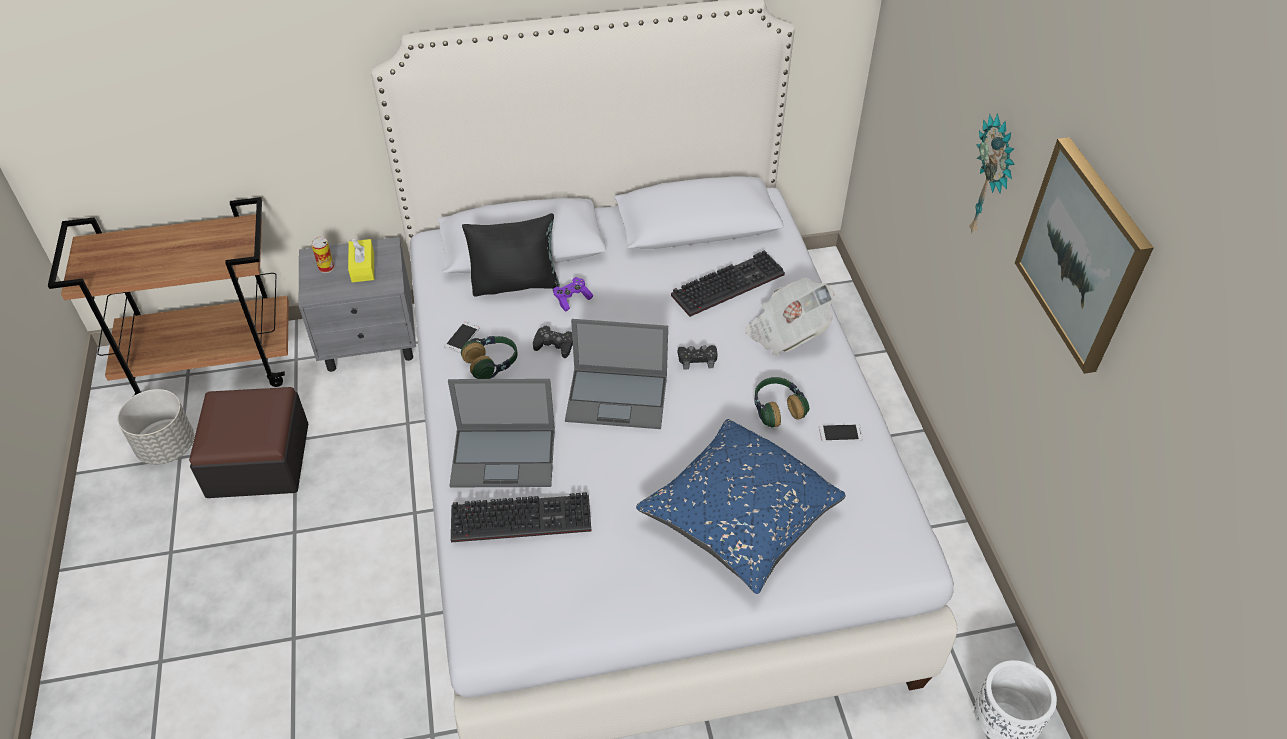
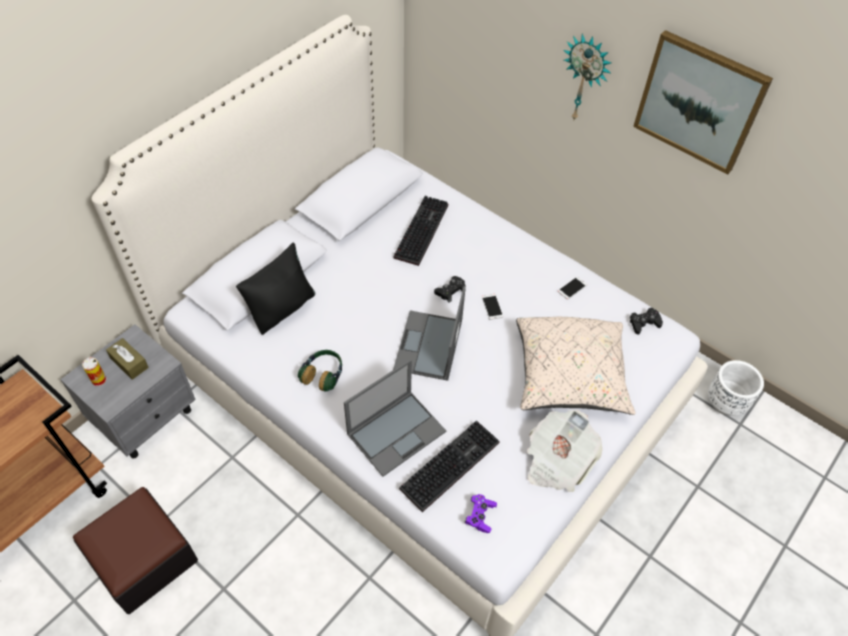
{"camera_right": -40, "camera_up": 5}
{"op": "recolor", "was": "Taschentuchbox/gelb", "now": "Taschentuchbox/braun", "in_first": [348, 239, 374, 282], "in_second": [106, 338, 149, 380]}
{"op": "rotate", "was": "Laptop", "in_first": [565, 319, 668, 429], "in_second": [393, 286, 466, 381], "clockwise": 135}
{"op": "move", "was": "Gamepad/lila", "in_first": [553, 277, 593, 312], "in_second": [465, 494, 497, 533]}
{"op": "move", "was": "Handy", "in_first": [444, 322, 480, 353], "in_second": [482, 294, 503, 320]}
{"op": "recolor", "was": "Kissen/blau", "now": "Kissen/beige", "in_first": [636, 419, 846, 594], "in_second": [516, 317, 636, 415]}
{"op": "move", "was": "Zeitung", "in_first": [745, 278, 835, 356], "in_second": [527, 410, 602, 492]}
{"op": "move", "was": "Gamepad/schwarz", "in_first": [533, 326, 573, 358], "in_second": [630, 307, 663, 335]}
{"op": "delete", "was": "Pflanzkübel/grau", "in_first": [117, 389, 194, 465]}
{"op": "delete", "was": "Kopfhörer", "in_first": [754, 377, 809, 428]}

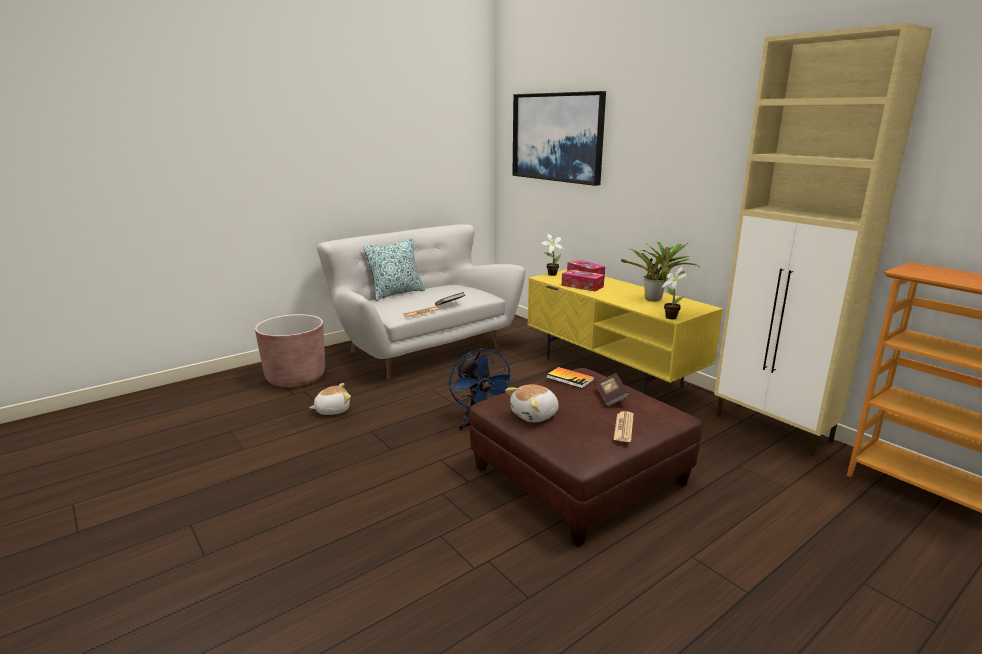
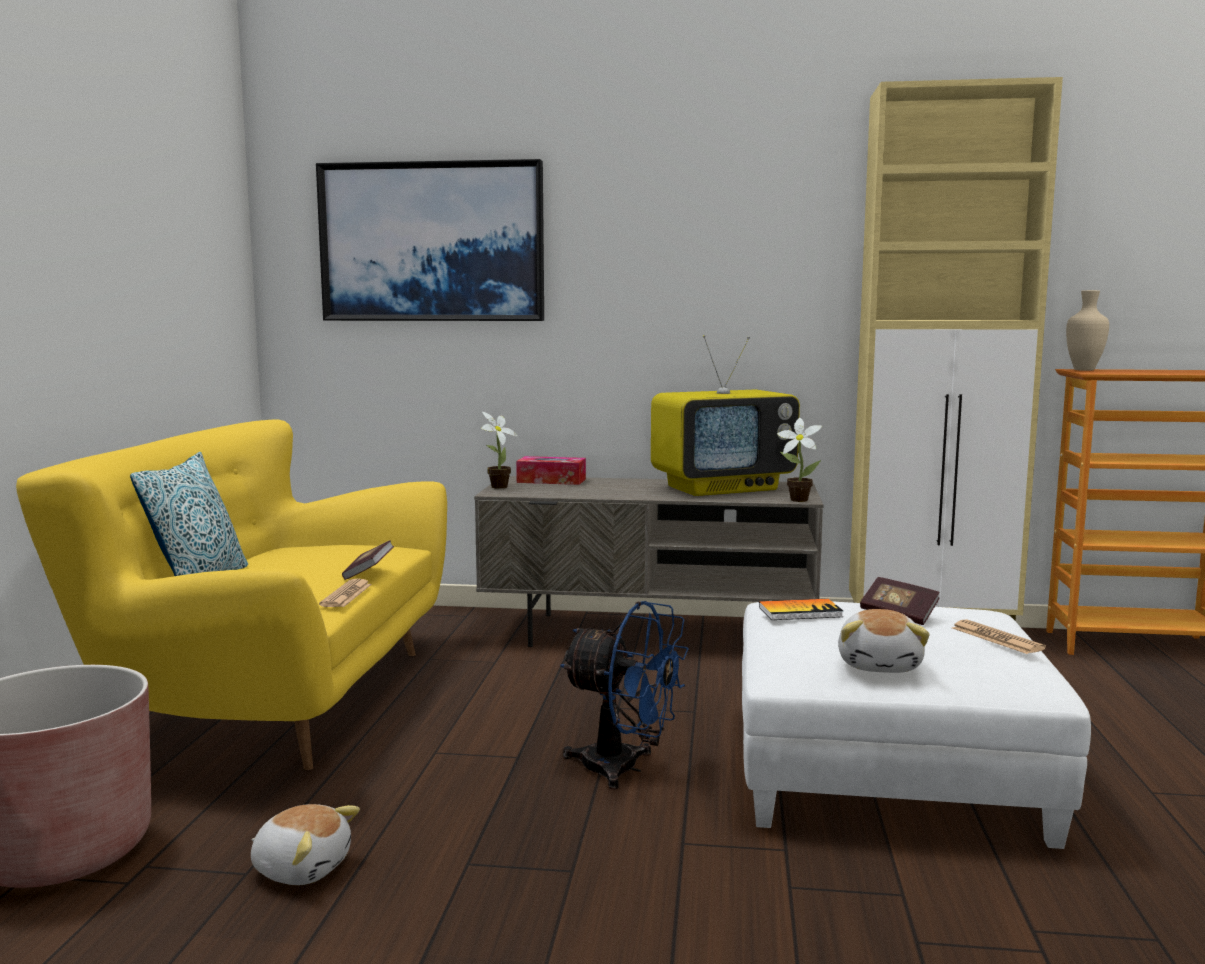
{"camera_right": -45, "camera_up": -10}
{"op": "recolor", "was": "Sofa/weiß", "now": "Sofa/gelb", "in_first": [317, 224, 525, 380], "in_second": [16, 419, 447, 770]}
{"op": "rotate", "was": "Plüschtier", "in_first": [309, 383, 351, 415], "in_second": [251, 804, 360, 885], "clockwise": 90}
{"op": "recolor", "was": "Fernsehschrank/gelb", "now": "Fernsehschrank/grau", "in_first": [528, 270, 723, 394], "in_second": [474, 476, 823, 647]}
{"op": "replace", "was": "Topfpflanze", "now": "Fernseher", "in_first": [621, 242, 700, 301], "in_second": [651, 335, 800, 496]}
{"op": "recolor", "was": "Polsterhocker/braun", "now": "Polsterhocker/weiß", "in_first": [469, 368, 702, 547], "in_second": [742, 602, 1091, 849]}
{"op": "insert", "now": "Vase/beige", "in_second": [1066, 290, 1109, 371]}
{"op": "delete", "was": "Taschentuchbox", "in_first": [562, 269, 604, 292]}

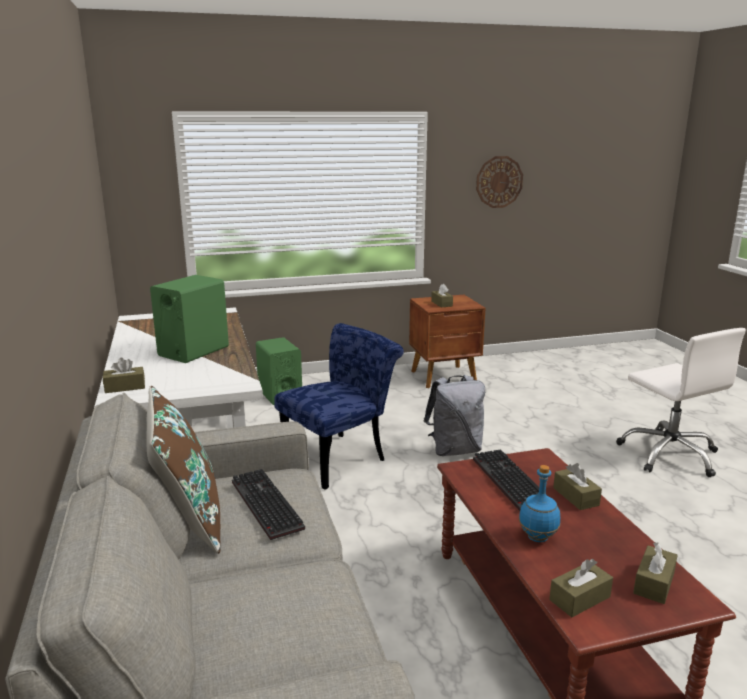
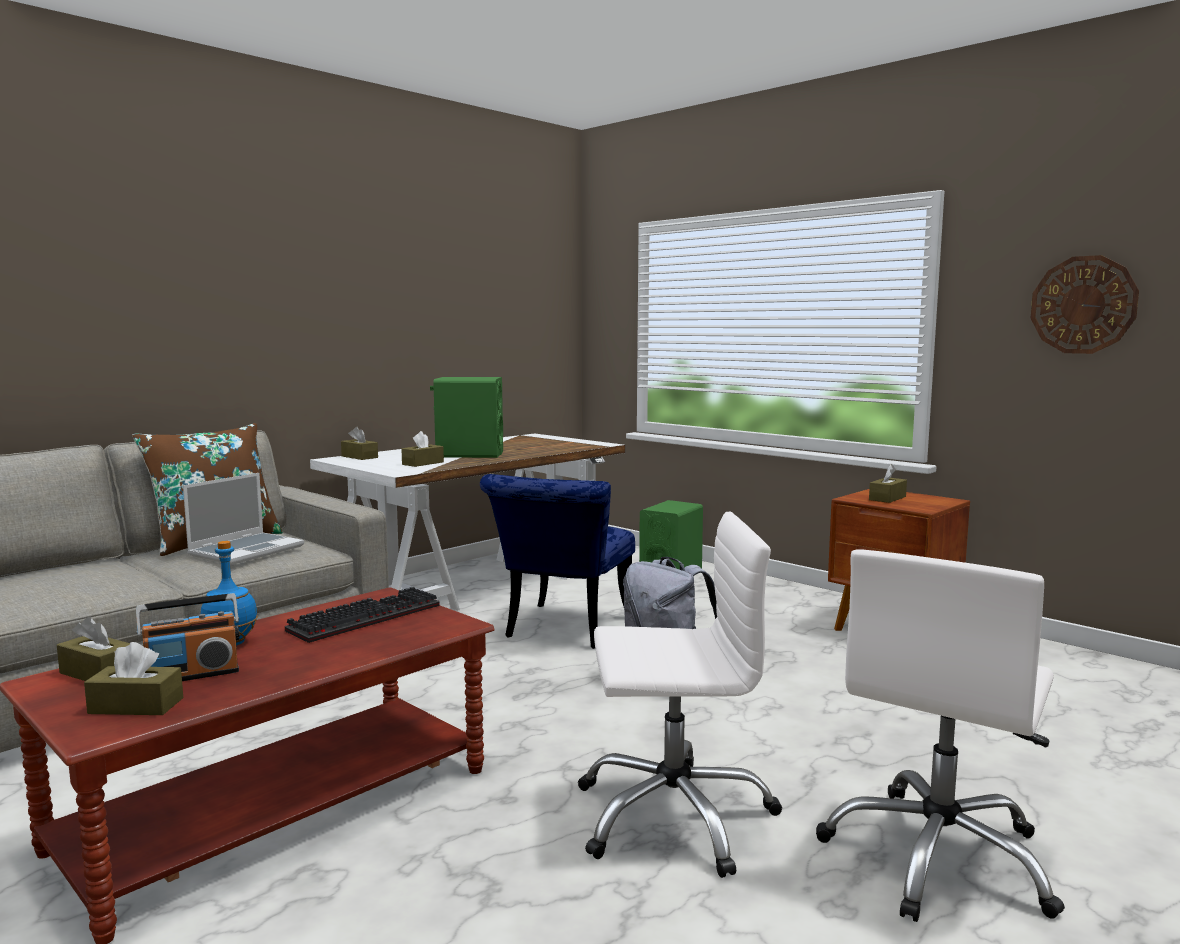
{"camera_right": 60, "camera_up": -10}
{"op": "insert", "now": "Radio", "in_second": [136, 593, 239, 681]}
{"op": "replace", "was": "Tastatur", "now": "Laptop", "in_first": [232, 469, 305, 540], "in_second": [183, 473, 304, 565]}
{"op": "move", "was": "Taschentuchbox/braun", "in_first": [553, 463, 602, 510], "in_second": [401, 431, 444, 467]}
{"op": "rotate", "was": "Stuhl/blau", "in_first": [274, 323, 404, 490], "in_second": [480, 474, 635, 649], "clockwise": 90}
{"op": "insert", "now": "Bürostuhl/weiß", "in_second": [578, 512, 782, 878]}

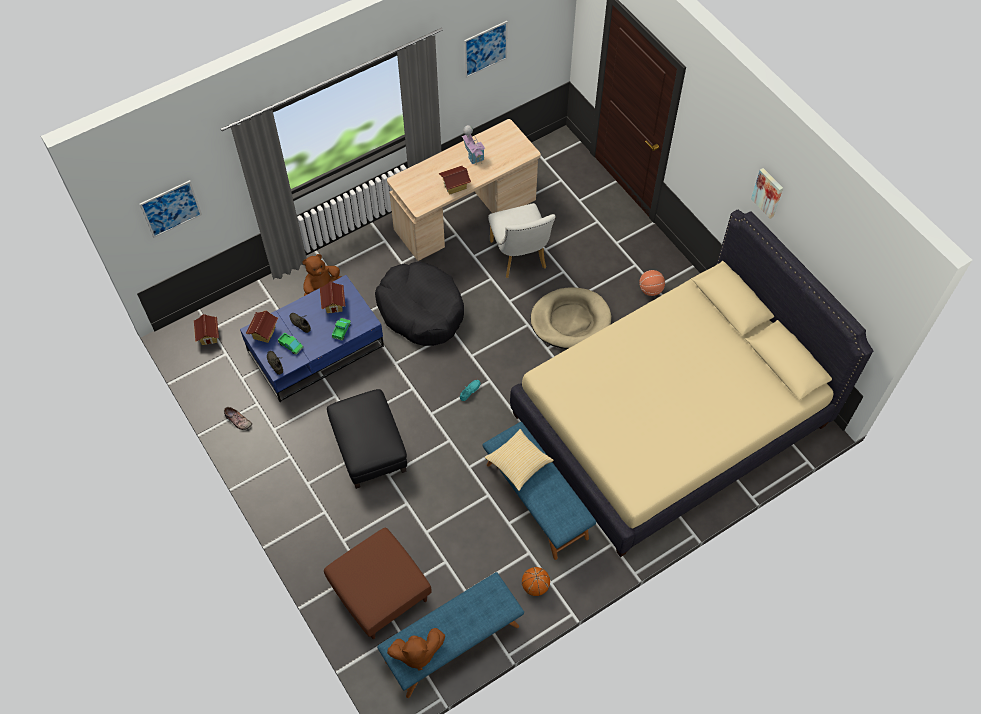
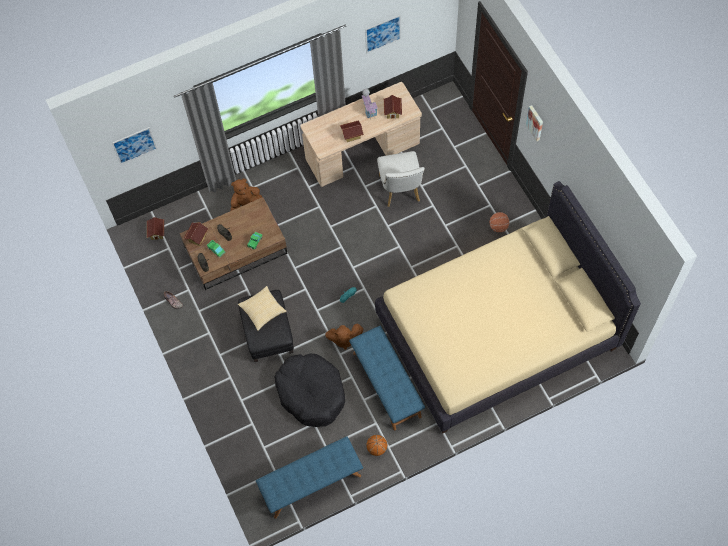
{"camera_right": 10, "camera_up": 5}
{"op": "recolor", "was": "Couchtisch/blau", "now": "Couchtisch/braun", "in_first": [240, 275, 384, 402], "in_second": [180, 197, 288, 290]}
{"op": "move", "was": "Kissen", "in_first": [485, 429, 554, 491], "in_second": [238, 286, 287, 331]}
{"op": "move", "was": "Hundebett/schwarz", "in_first": [375, 262, 464, 346], "in_second": [275, 354, 345, 427]}
{"op": "move", "was": "Plüschtier/braun", "in_first": [387, 628, 445, 671], "in_second": [325, 324, 363, 350]}
{"op": "move", "was": "Spielzeughaus", "in_first": [320, 282, 345, 313], "in_second": [384, 95, 402, 119]}
{"op": "move", "was": "Bild", "in_first": [751, 168, 783, 219], "in_second": [526, 105, 543, 141]}
{"op": "delete", "was": "Polsterhocker/braun", "in_first": [324, 528, 432, 639]}
{"op": "delete", "was": "Hundebett/beige", "in_first": [531, 287, 611, 349]}

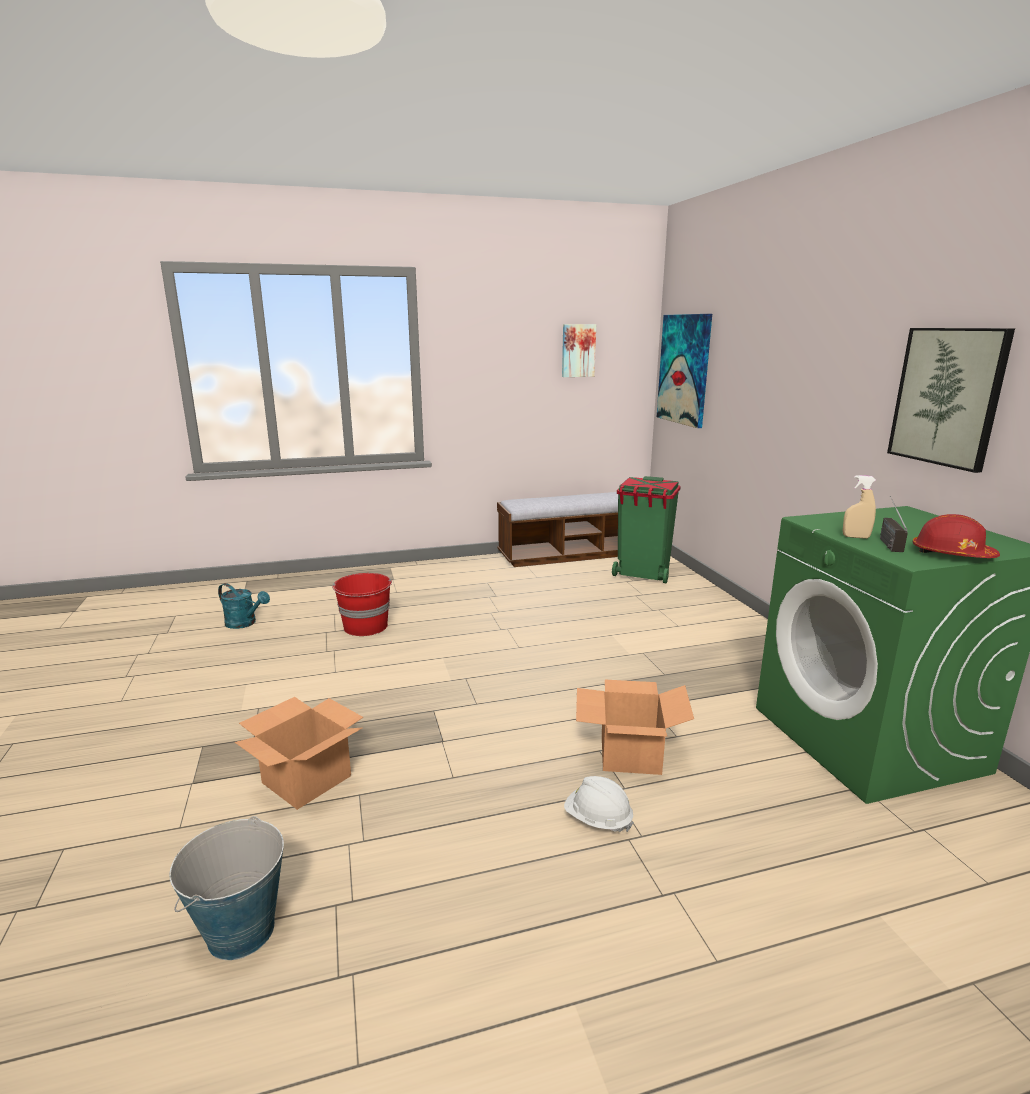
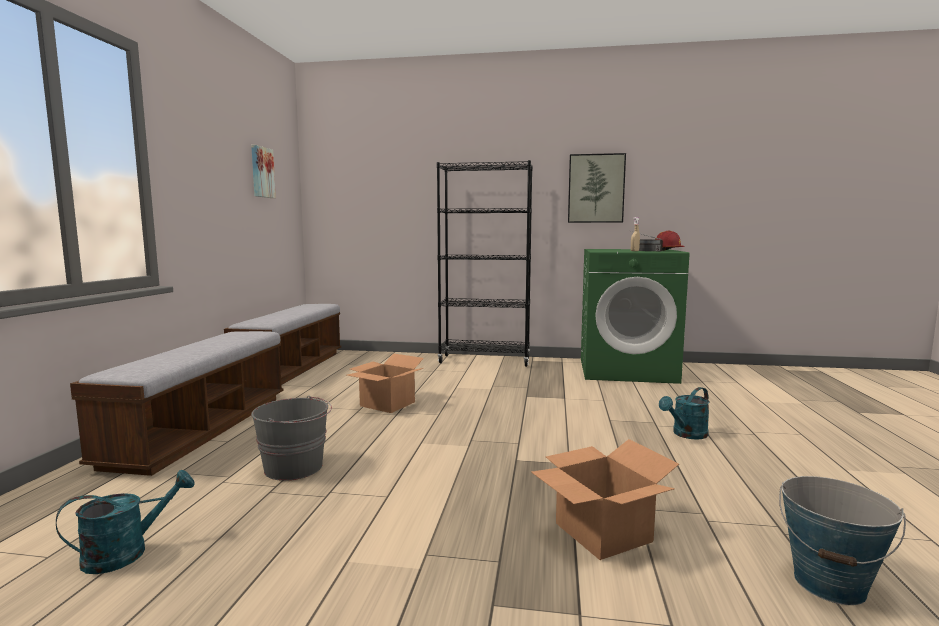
{"camera_right": -65, "camera_up": -10}
{"op": "insert", "now": "Bank", "in_second": [70, 331, 284, 476]}
{"op": "recolor", "was": "Eimer/rot", "now": "Eimer/grau", "in_first": [332, 573, 392, 636], "in_second": [251, 396, 332, 481]}
{"op": "move", "was": "Karton", "in_first": [576, 680, 694, 775], "in_second": [347, 353, 424, 413]}
{"op": "insert", "now": "Bücherregal/schwarz", "in_second": [437, 160, 533, 367]}
{"op": "replace", "was": "Schutzhelm/weiß", "now": "Gießkanne/türkis", "in_first": [564, 776, 634, 832], "in_second": [659, 387, 709, 440]}
{"op": "delete", "was": "Mülleimer/grün", "in_first": [612, 476, 681, 583]}
{"op": "delete", "was": "Bild", "in_first": [657, 314, 712, 428]}

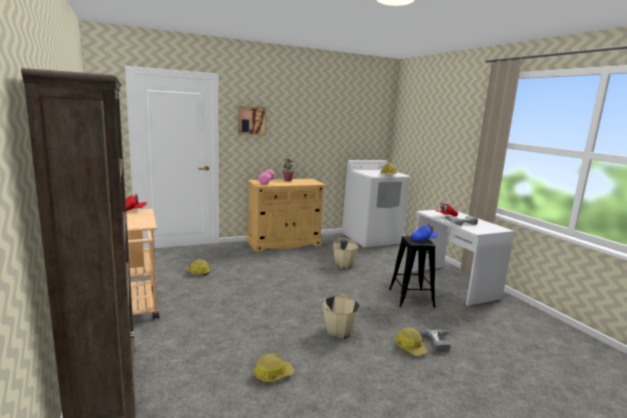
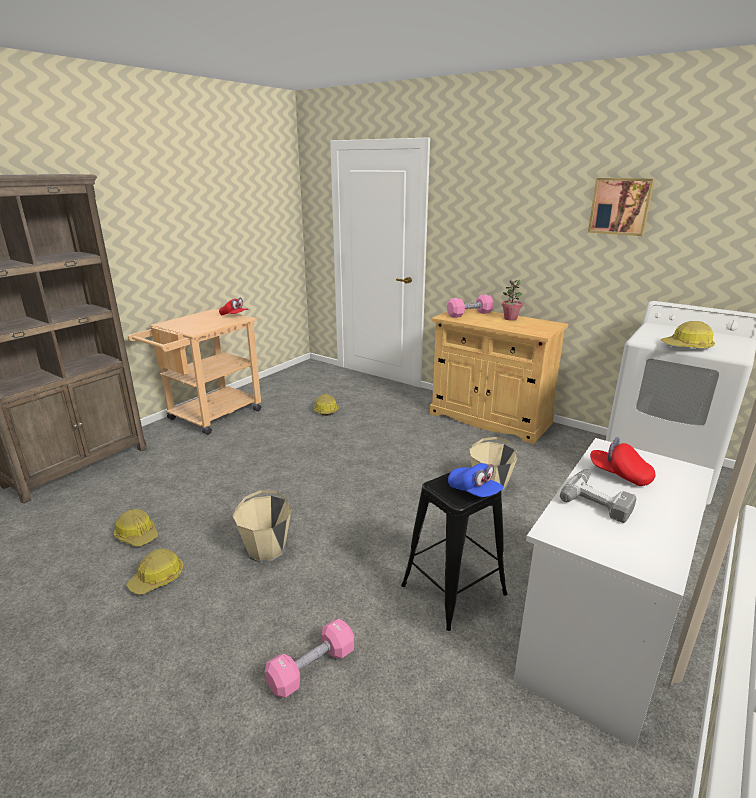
{"camera_right": 60, "camera_up": 10}
{"op": "move", "was": "Schutzhelm", "in_first": [395, 327, 427, 356], "in_second": [126, 548, 183, 595]}
{"op": "replace", "was": "Bohrmaschine", "now": "Hantel/rosa", "in_first": [420, 329, 451, 352], "in_second": [265, 619, 354, 697]}
{"op": "move", "was": "Bild", "in_first": [238, 106, 267, 136], "in_second": [588, 178, 654, 236]}

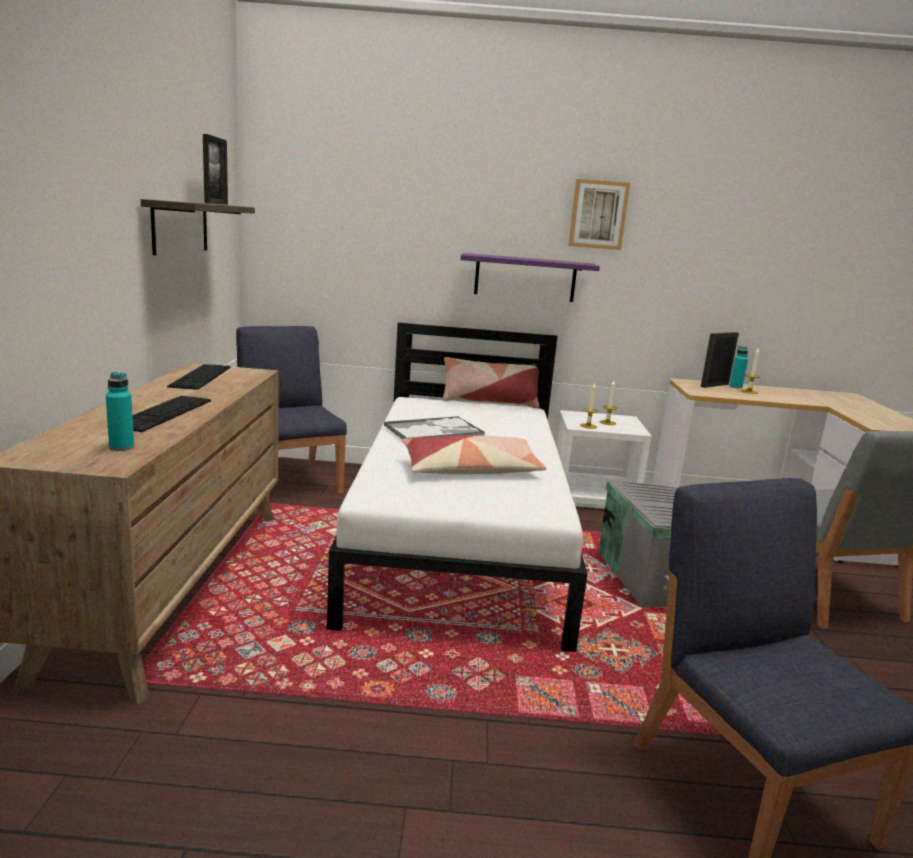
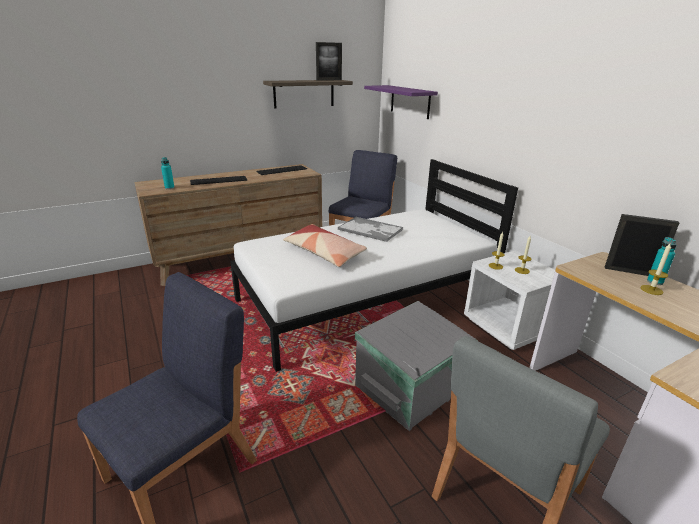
{"camera_right": 60, "camera_up": 10}
{"op": "move", "was": "Wandregal/lila", "in_first": [460, 253, 600, 302], "in_second": [364, 85, 438, 119]}
{"op": "delete", "was": "Kissen", "in_first": [443, 357, 539, 408]}
{"op": "delete", "was": "Bild", "in_first": [568, 179, 630, 250]}

